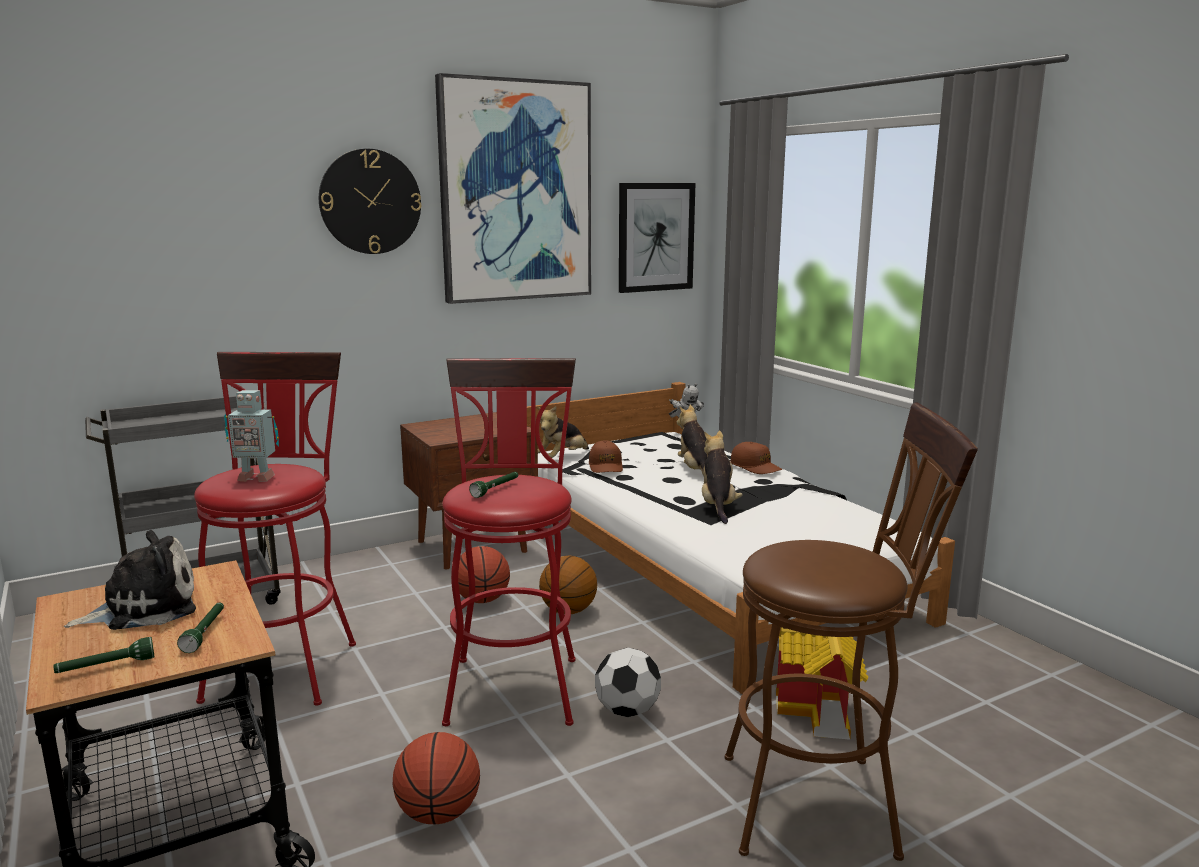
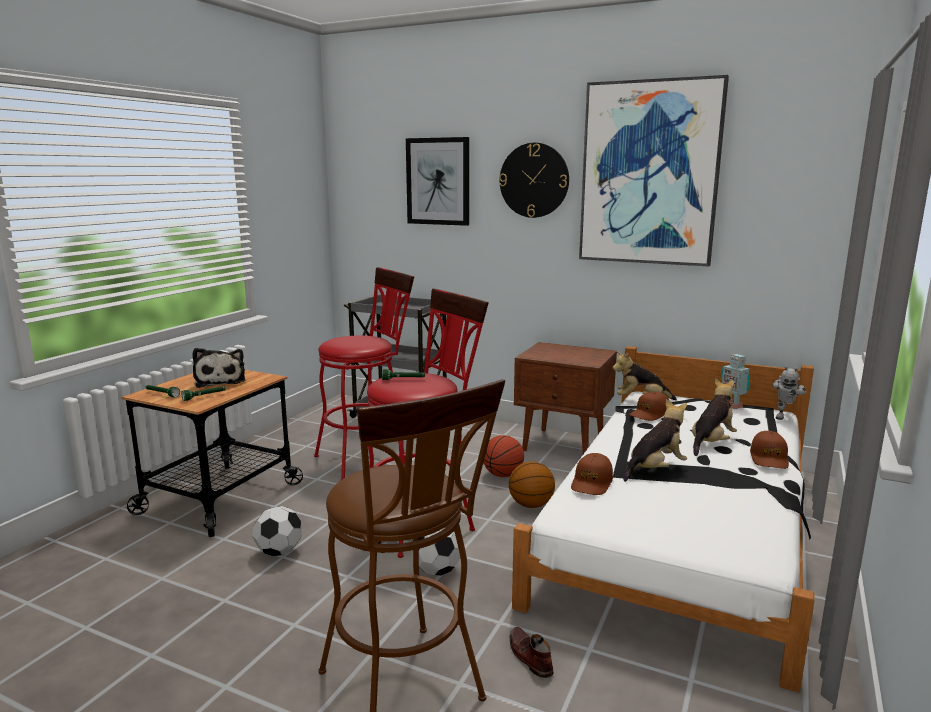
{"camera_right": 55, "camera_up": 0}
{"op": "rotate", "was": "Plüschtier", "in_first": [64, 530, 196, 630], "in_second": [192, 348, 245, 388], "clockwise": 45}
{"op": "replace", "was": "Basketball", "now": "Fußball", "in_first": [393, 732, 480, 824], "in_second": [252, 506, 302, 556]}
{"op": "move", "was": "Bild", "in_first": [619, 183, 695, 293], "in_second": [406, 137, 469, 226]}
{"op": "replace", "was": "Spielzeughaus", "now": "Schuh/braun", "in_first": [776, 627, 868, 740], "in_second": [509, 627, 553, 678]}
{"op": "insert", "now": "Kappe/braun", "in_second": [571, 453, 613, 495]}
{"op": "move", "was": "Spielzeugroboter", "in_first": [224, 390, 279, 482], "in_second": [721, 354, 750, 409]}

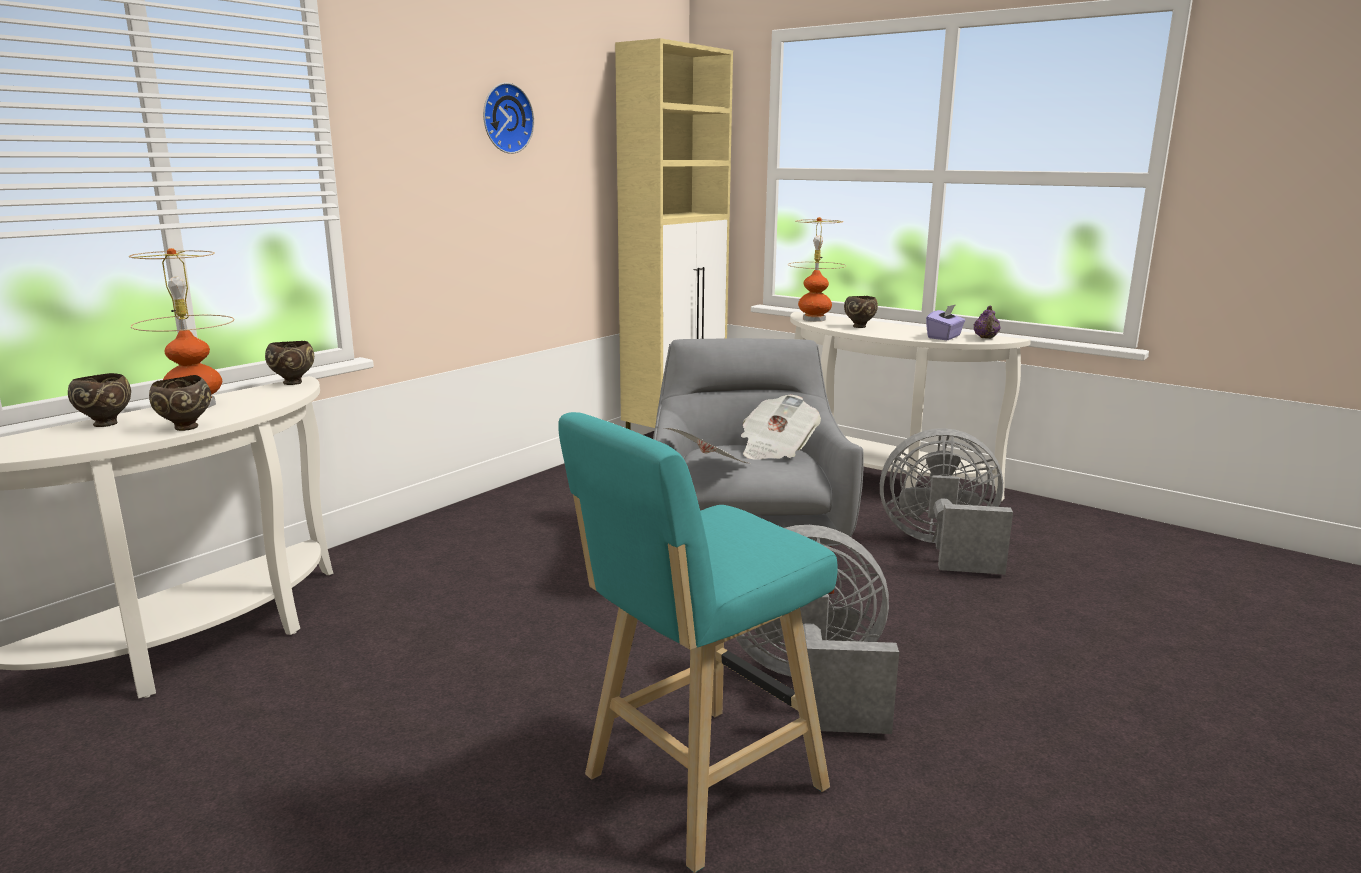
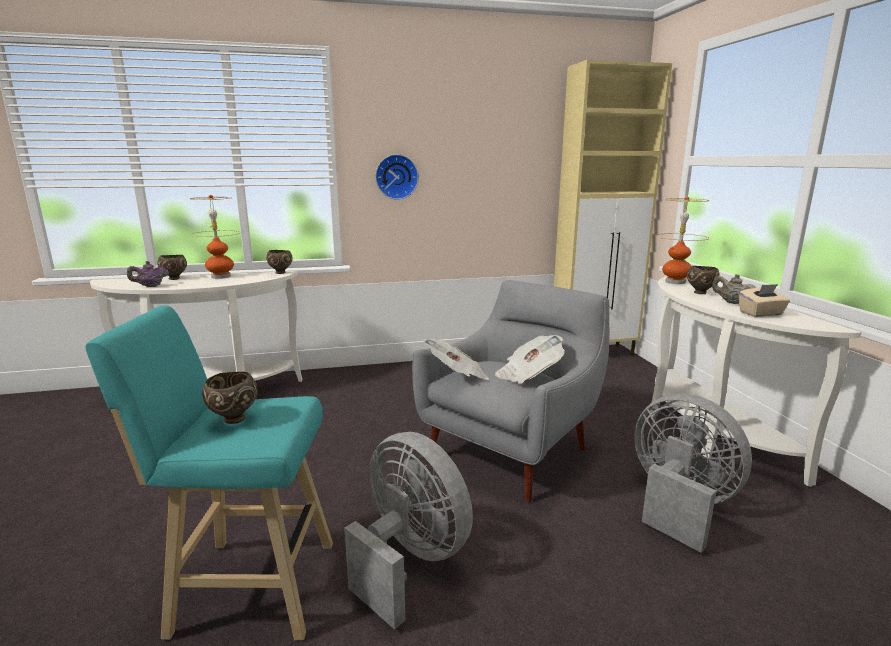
{"camera_right": 40, "camera_up": 0}
{"op": "move", "was": "Teekanne/lila", "in_first": [973, 306, 1000, 339], "in_second": [127, 261, 169, 287]}
{"op": "move", "was": "Schüssel/braun", "in_first": [149, 375, 211, 431], "in_second": [202, 372, 258, 424]}
{"op": "move", "was": "Wanduhr", "in_first": [483, 83, 534, 154], "in_second": [375, 154, 419, 200]}
{"op": "insert", "now": "Teekanne/beige", "in_second": [712, 274, 756, 304]}
{"op": "recolor", "was": "Taschentuchbox/lila", "now": "Taschentuchbox/beige", "in_first": [926, 304, 966, 340], "in_second": [739, 284, 790, 317]}

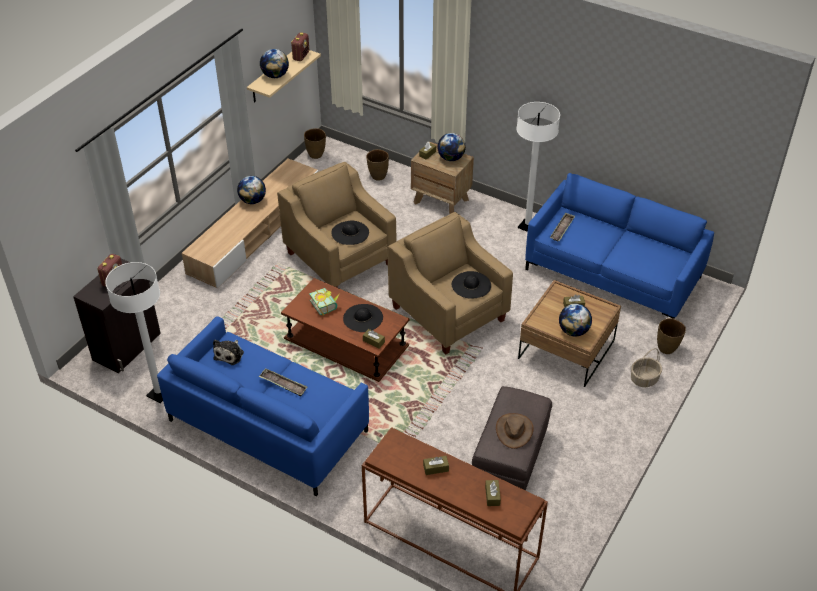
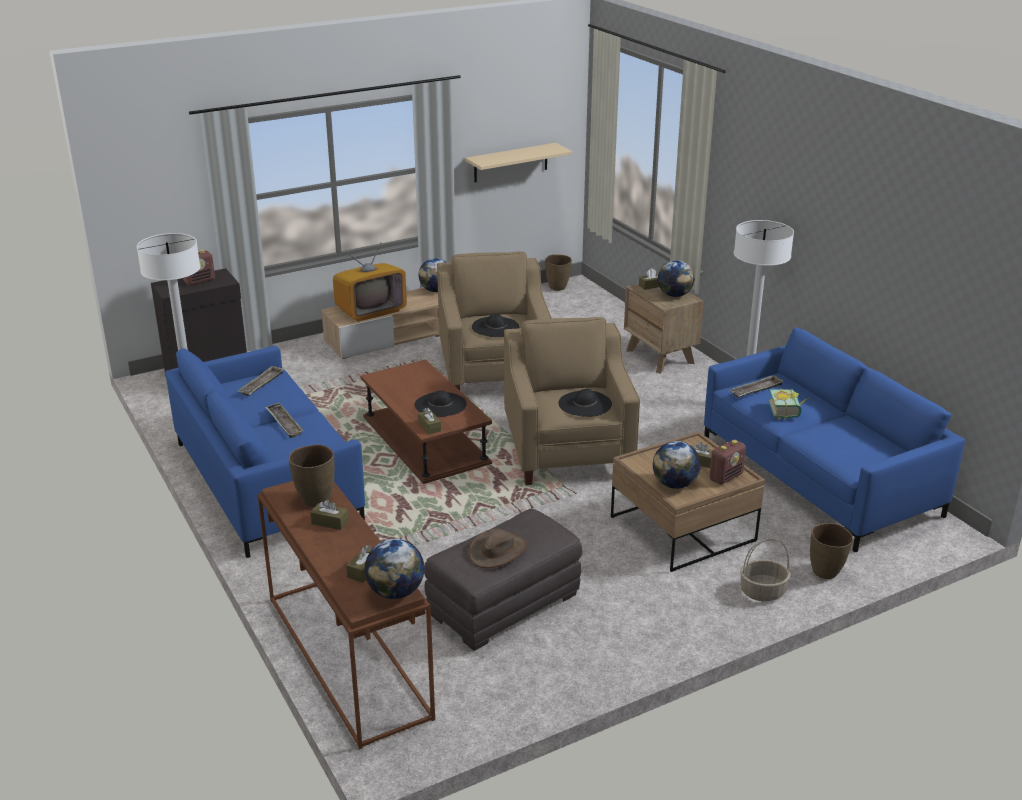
{"camera_right": 30, "camera_up": -15}
{"op": "replace", "was": "Plüschtier", "now": "Tablett", "in_first": [213, 340, 244, 365], "in_second": [238, 366, 284, 396]}
{"op": "move", "was": "Vase/braun", "in_first": [366, 149, 389, 181], "in_second": [289, 445, 335, 507]}
{"op": "insert", "now": "Fernseher", "in_second": [333, 242, 407, 322]}
{"op": "move", "was": "Globus", "in_first": [260, 49, 289, 78], "in_second": [364, 539, 425, 599]}
{"op": "move", "was": "Radio", "in_first": [291, 32, 309, 61], "in_second": [709, 440, 746, 485]}
{"op": "move", "was": "Buch", "in_first": [309, 288, 339, 316], "in_second": [768, 388, 810, 420]}

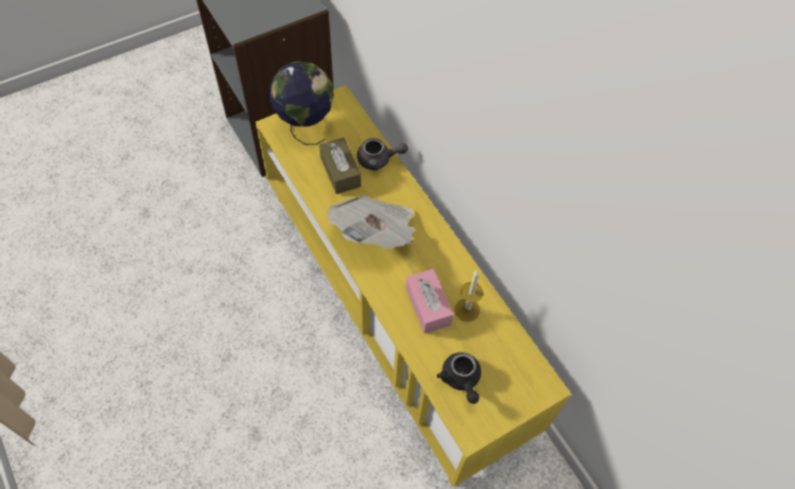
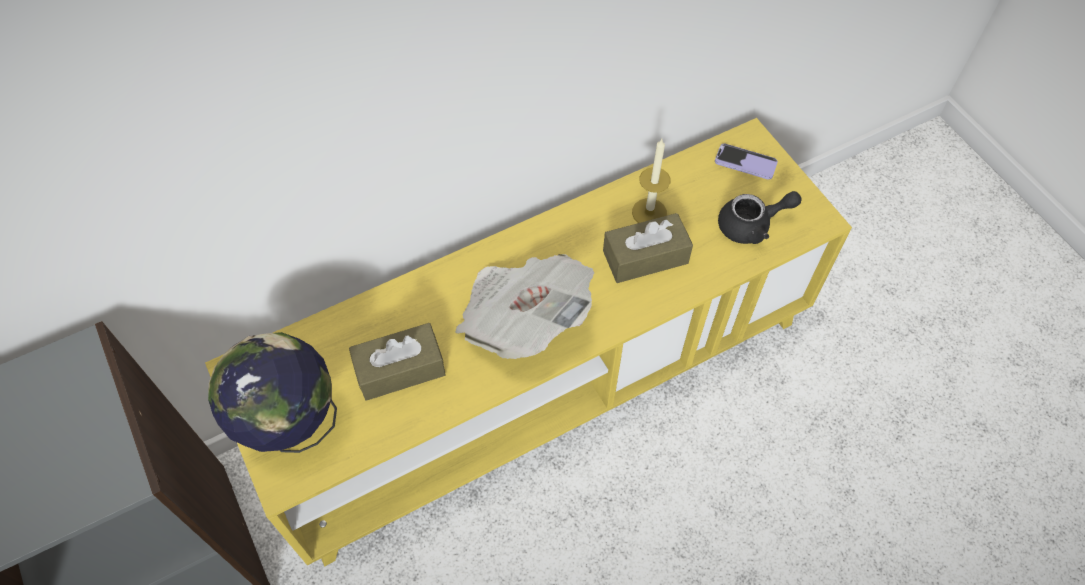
{"camera_right": -85, "camera_up": 0}
{"op": "recolor", "was": "Taschentuchbox/rosa", "now": "Taschentuchbox/braun", "in_first": [406, 269, 454, 333], "in_second": [603, 213, 693, 283]}
{"op": "insert", "now": "Handy", "in_second": [715, 144, 778, 180]}
{"op": "delete", "was": "Teekanne/grau", "in_first": [357, 138, 408, 171]}

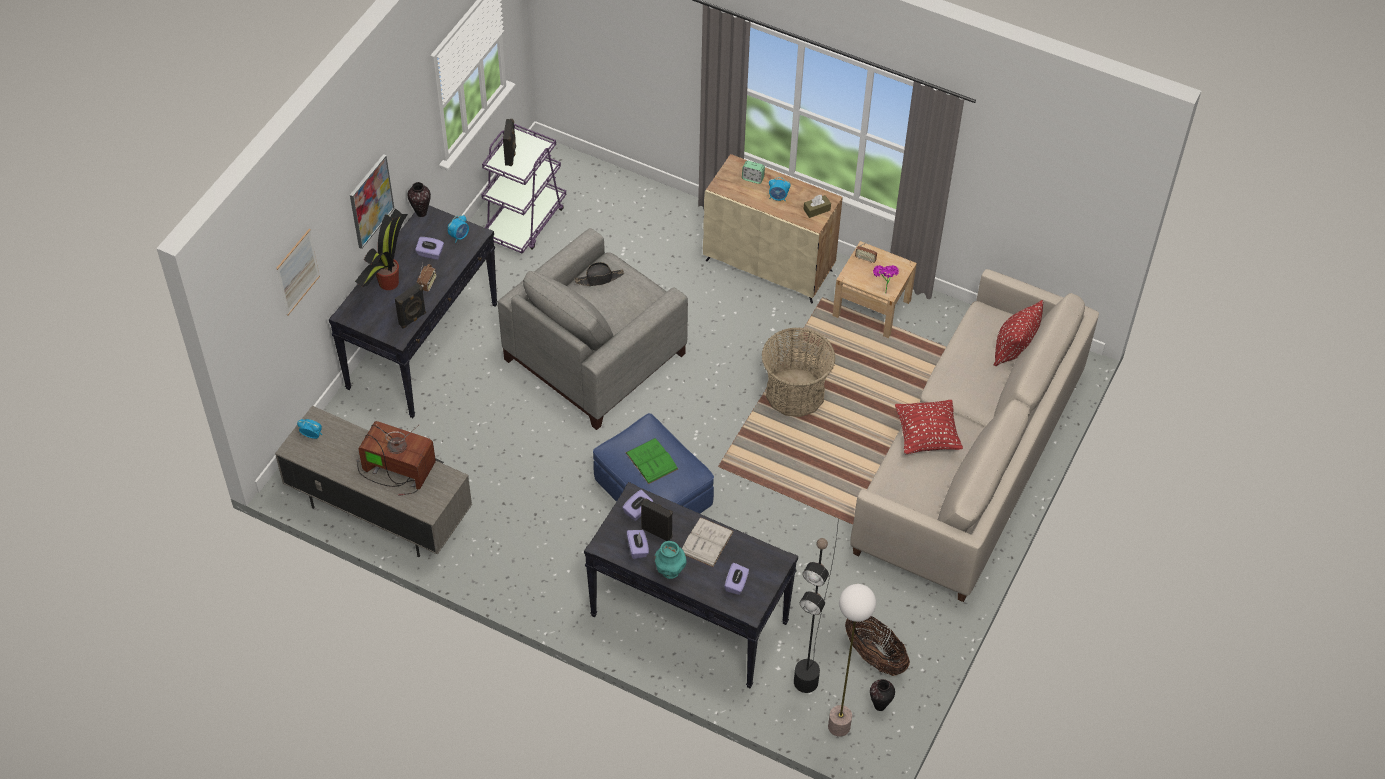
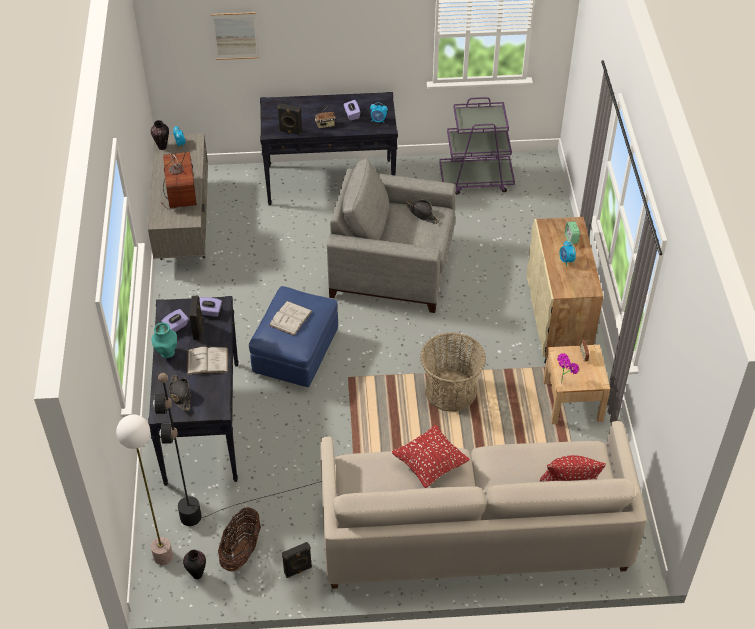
{"camera_right": 60, "camera_up": -5}
{"op": "move", "was": "Vase", "in_first": [408, 182, 431, 217], "in_second": [151, 120, 169, 150]}
{"op": "replace", "was": "Taschentuchbox/lila", "now": "Hut/schwarz", "in_first": [724, 563, 749, 595], "in_second": [169, 375, 191, 410]}
{"op": "recolor", "was": "Buch/grün", "now": "Buch/weiß", "in_first": [626, 438, 678, 484], "in_second": [269, 301, 312, 335]}
{"op": "move", "was": "Lautsprecher/schwarz", "in_first": [503, 119, 516, 166], "in_second": [282, 542, 312, 578]}
{"op": "delete", "was": "Bild", "in_first": [350, 154, 394, 249]}
{"op": "delete", "was": "Topfpflanze", "in_first": [355, 208, 408, 290]}
{"op": "delete", "was": "Taschentuchbox/braun", "in_first": [803, 195, 831, 218]}

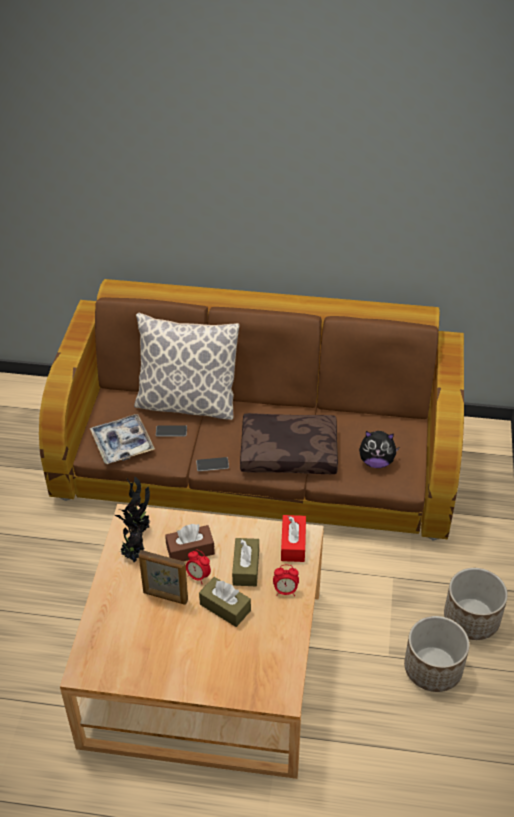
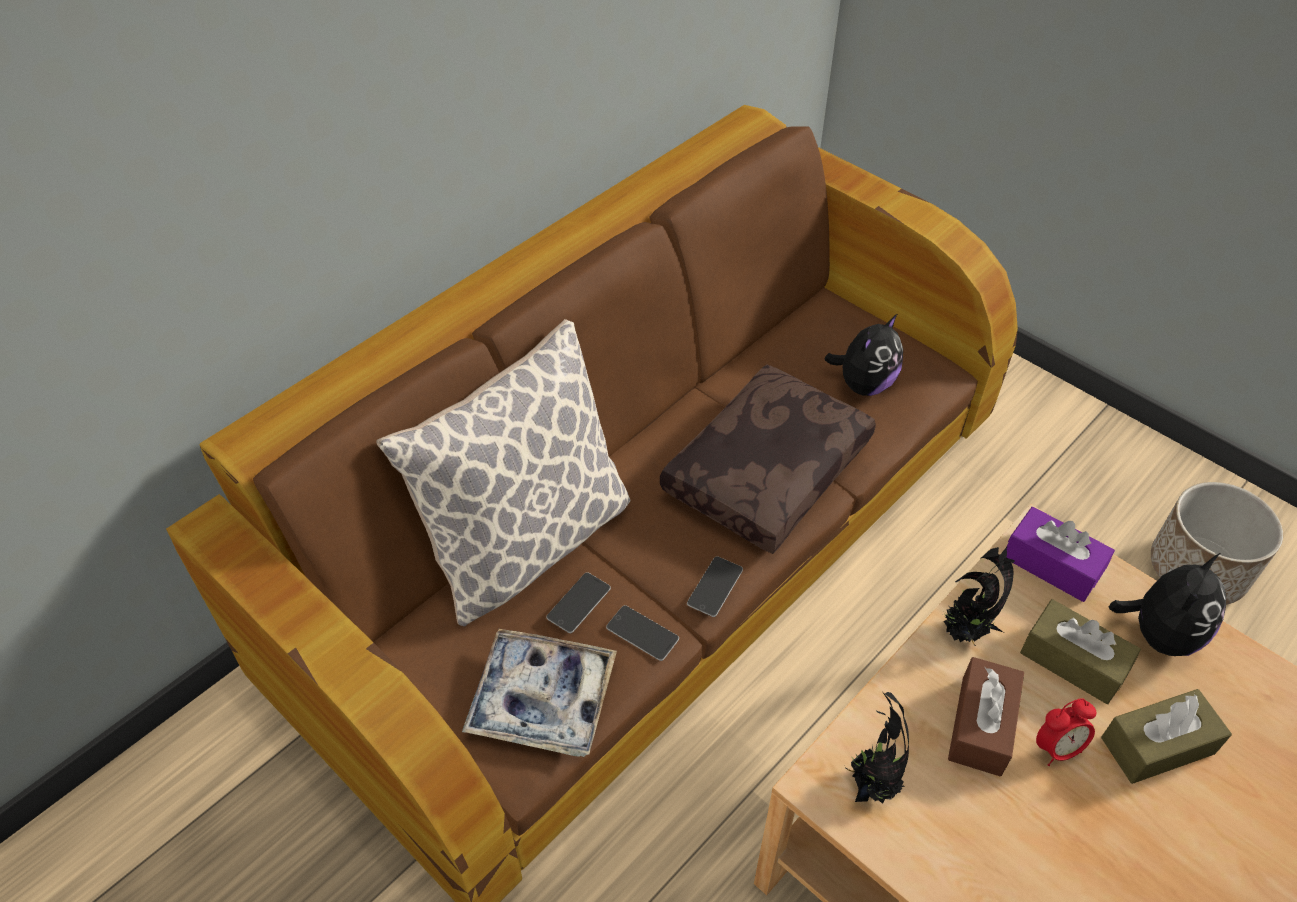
{"camera_right": -55, "camera_up": 5}
{"op": "insert", "now": "Handy", "in_second": [606, 605, 679, 661]}
{"op": "move", "was": "Topfpflanze", "in_first": [115, 510, 144, 562], "in_second": [943, 547, 1015, 646]}
{"op": "recolor", "was": "Taschentuchbox/rot", "now": "Taschentuchbox/lila", "in_first": [281, 515, 306, 562], "in_second": [1006, 507, 1115, 602]}
{"op": "replace", "was": "Wecker", "now": "Plüschtier", "in_first": [273, 565, 299, 596], "in_second": [1109, 553, 1226, 656]}
{"op": "delete", "was": "Bilderrahmen", "in_first": [139, 550, 188, 605]}
{"op": "delete", "was": "Pflanzkübel", "in_first": [444, 568, 508, 640]}

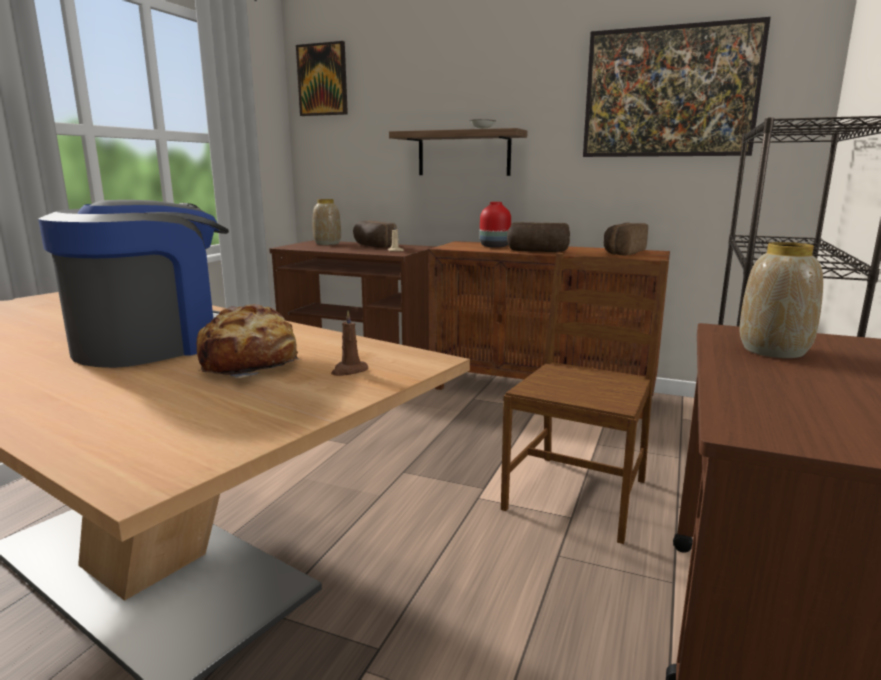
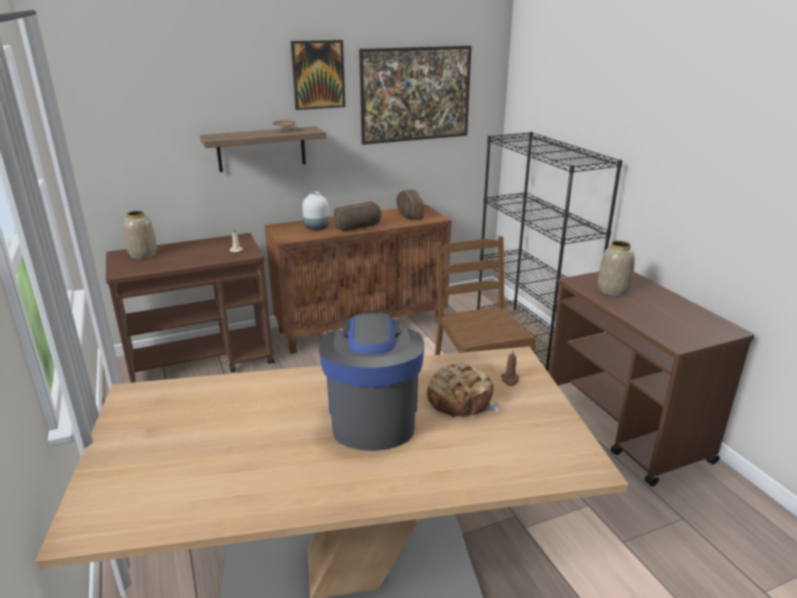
{"camera_right": -45, "camera_up": 10}
{"op": "move", "was": "Bild", "in_first": [296, 41, 348, 116], "in_second": [291, 40, 345, 110]}
{"op": "recolor", "was": "Vase/rot", "now": "Vase/weiß", "in_first": [480, 202, 511, 248], "in_second": [302, 191, 329, 230]}
{"op": "delete", "was": "Brot", "in_first": [353, 221, 397, 248]}

